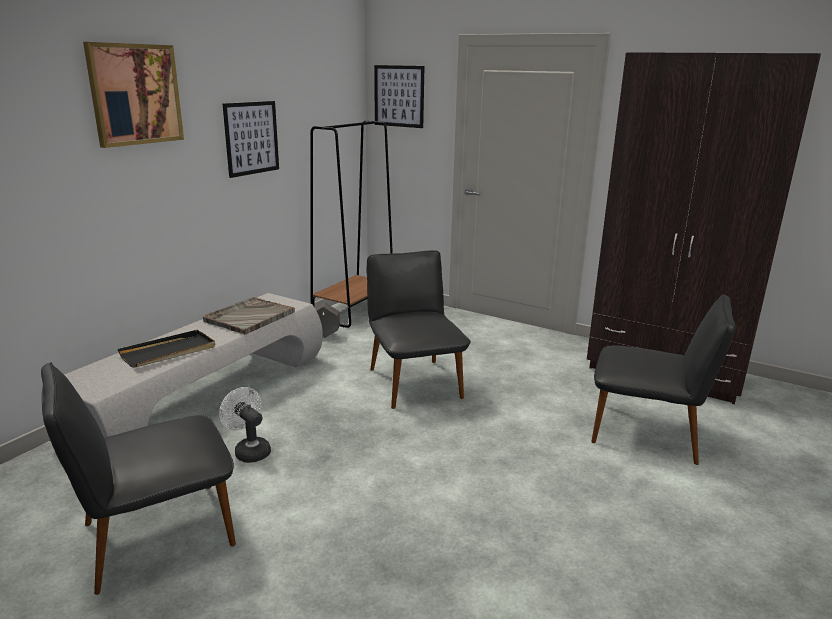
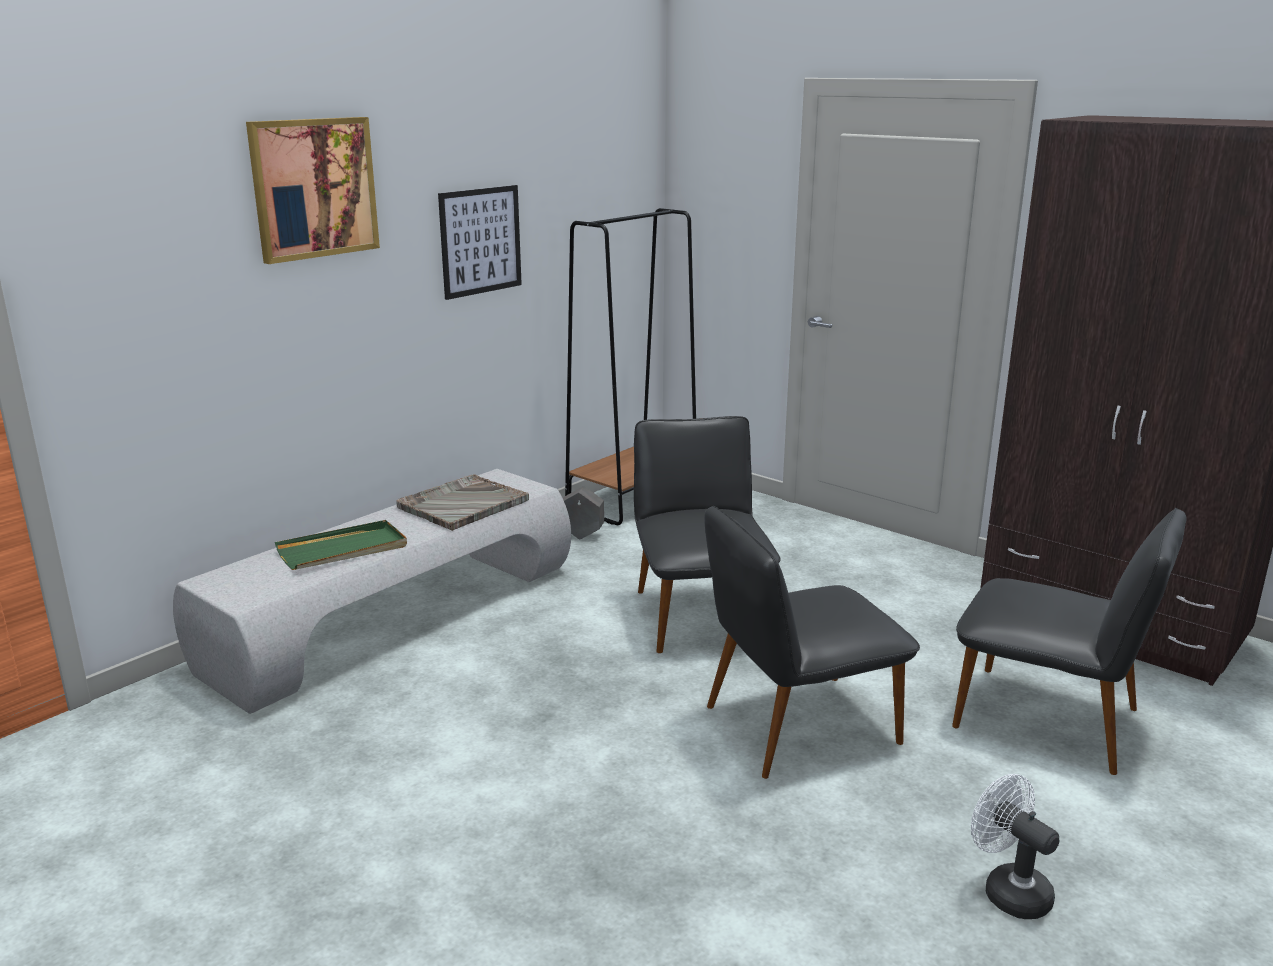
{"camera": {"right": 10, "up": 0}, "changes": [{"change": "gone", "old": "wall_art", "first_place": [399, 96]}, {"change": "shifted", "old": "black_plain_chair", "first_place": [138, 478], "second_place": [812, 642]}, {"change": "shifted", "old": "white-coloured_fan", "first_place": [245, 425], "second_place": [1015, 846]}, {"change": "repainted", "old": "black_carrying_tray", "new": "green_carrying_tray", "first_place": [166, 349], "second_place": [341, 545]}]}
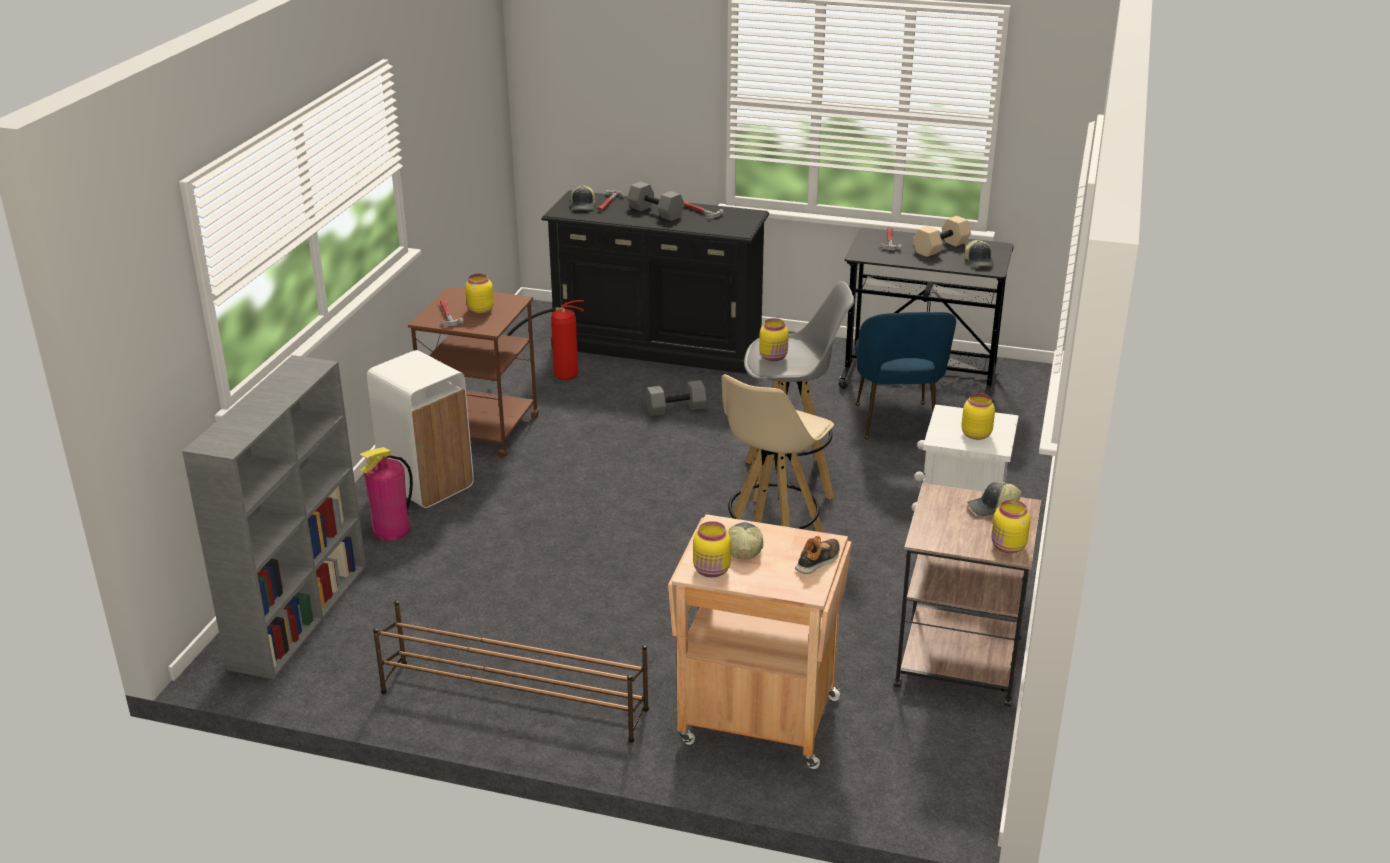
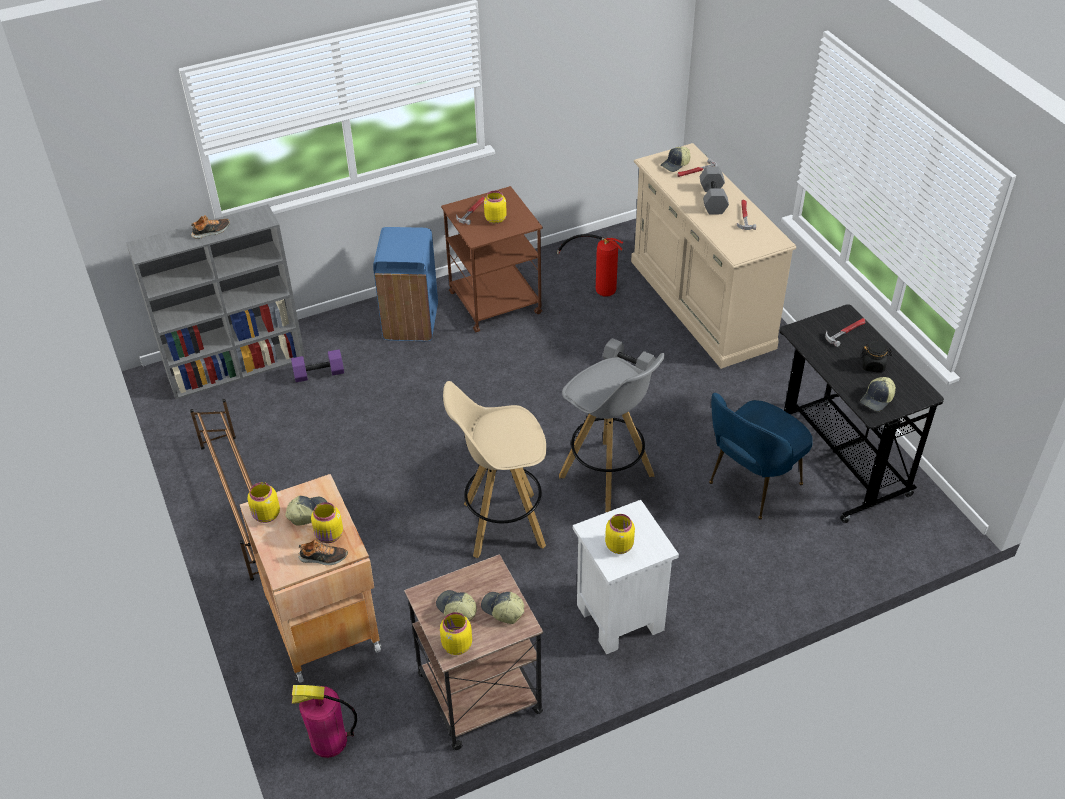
{"camera": {"right": 50, "up": 15}, "changes": [{"change": "new", "new": "shoe", "second_place": [210, 227]}, {"change": "new", "new": "purple-coloured_dumbbell", "second_place": [317, 365]}, {"change": "new", "new": "peaked_cap", "second_place": [456, 605]}, {"change": "shifted", "old": "extinguisher", "first_place": [386, 494], "second_place": [324, 721]}, {"change": "shifted", "old": "yellowish_jar", "first_place": [774, 339], "second_place": [327, 522]}, {"change": "swapped", "old": "beige_dumbbell", "new": "black_jar", "first_place": [942, 236], "second_place": [876, 356]}, {"change": "repainted", "old": "white-coloured_waste_bin", "new": "blue-coloured_waste_bin", "first_place": [420, 429], "second_place": [405, 284]}, {"change": "repainted", "old": "black_cabinet", "new": "beige_cabinet", "first_place": [655, 282], "second_place": [713, 256]}]}
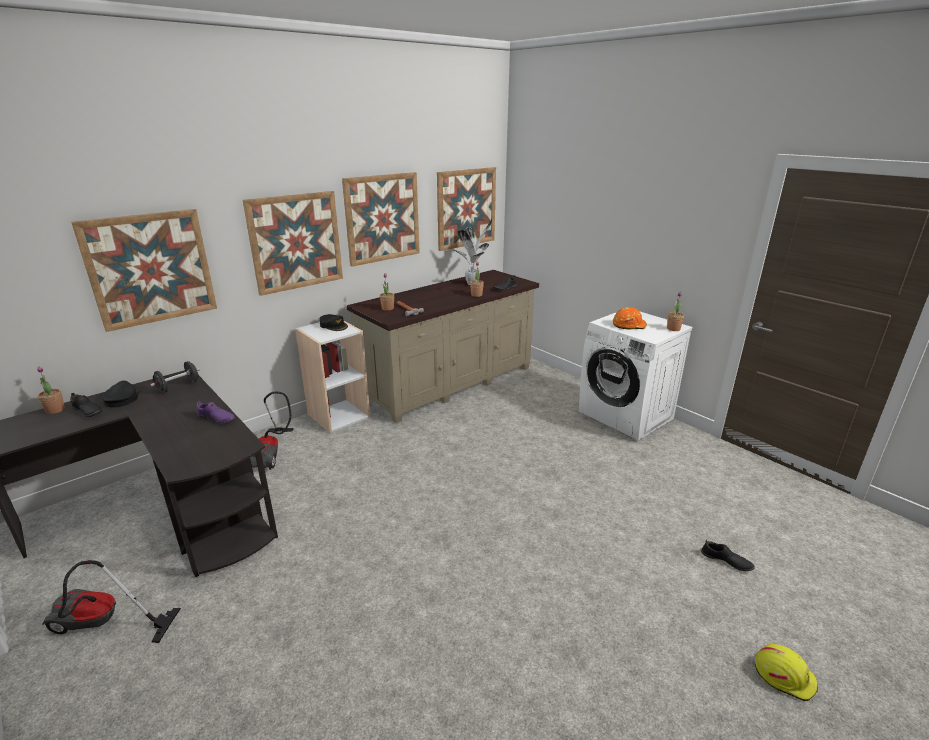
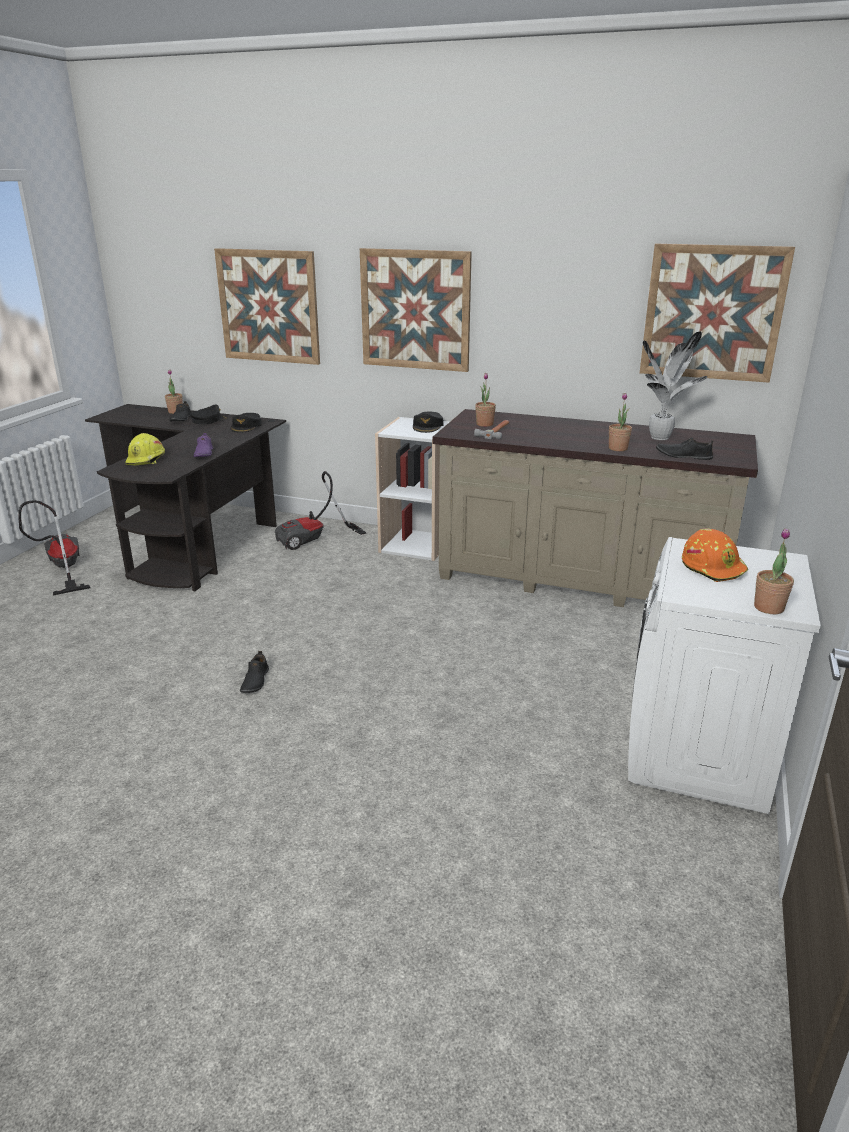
{"camera": {"right": 60, "up": 0}, "changes": [{"change": "gone", "old": "wall_art", "first_place": [381, 219]}, {"change": "shifted", "old": "black_shoe", "first_place": [728, 555], "second_place": [254, 672]}, {"change": "shifted", "old": "yellowish_safety_helmet", "first_place": [786, 672], "second_place": [145, 449]}, {"change": "swapped", "old": "black_dumbbell", "new": "black_peaked_cap", "first_place": [175, 377], "second_place": [246, 423]}]}
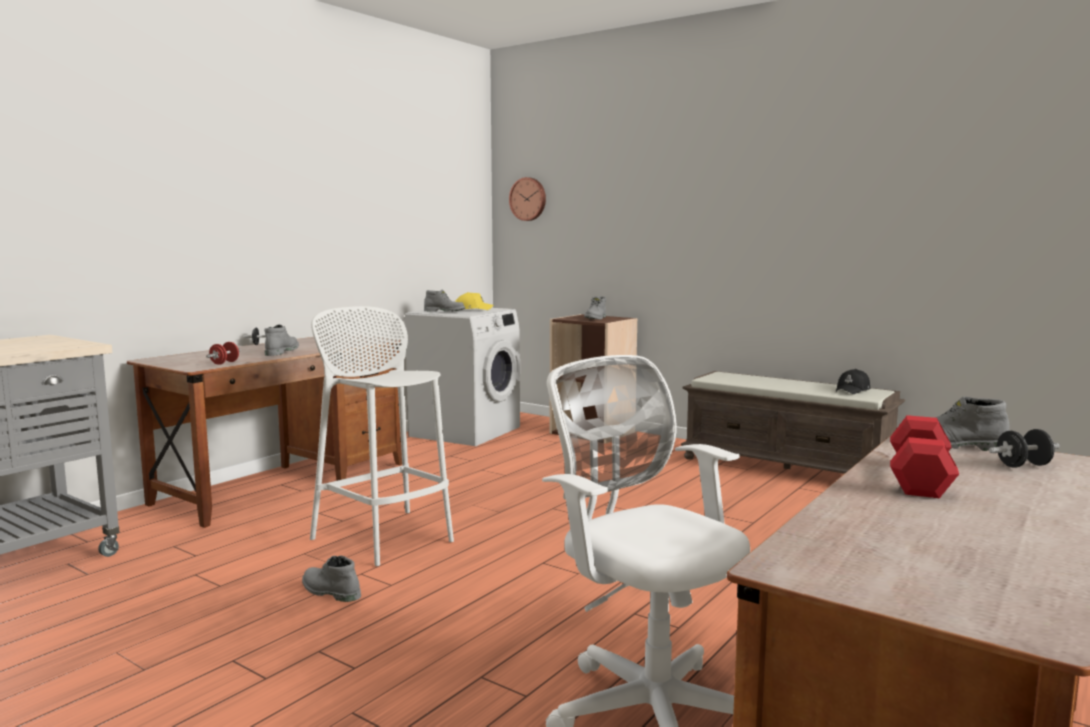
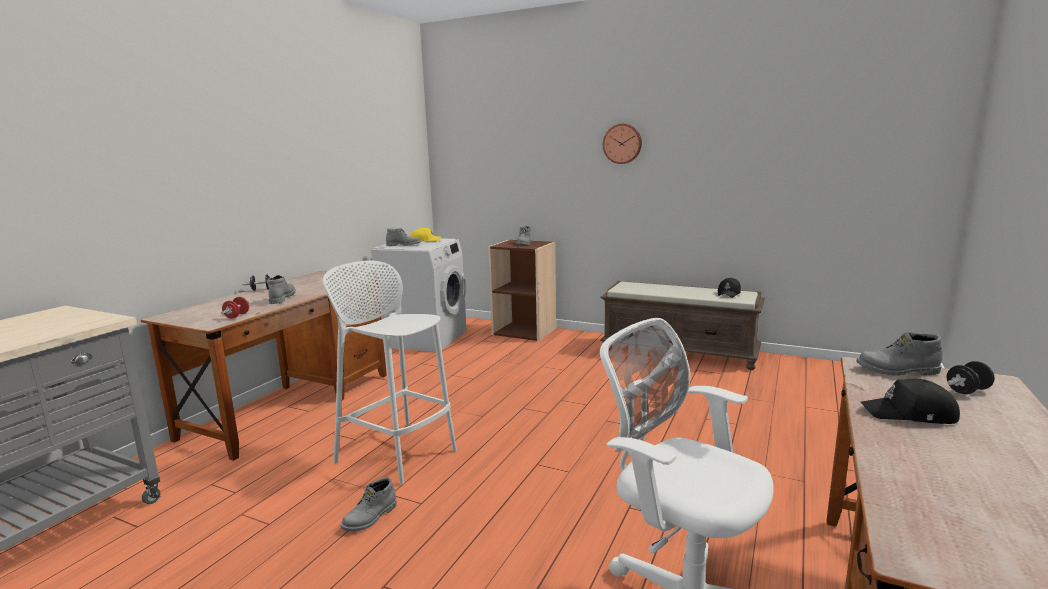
{"camera": {"right": -10, "up": 5}, "changes": [{"change": "shifted", "old": "hanging_clock", "first_place": [527, 199], "second_place": [622, 144]}, {"change": "swapped", "old": "red-coloured_dumbbell", "new": "black_peaked_cap", "first_place": [924, 456], "second_place": [910, 401]}, {"change": "rotated", "old": "greyish_boot", "first_place": [331, 578], "second_place": [368, 504], "degrees": -75}]}
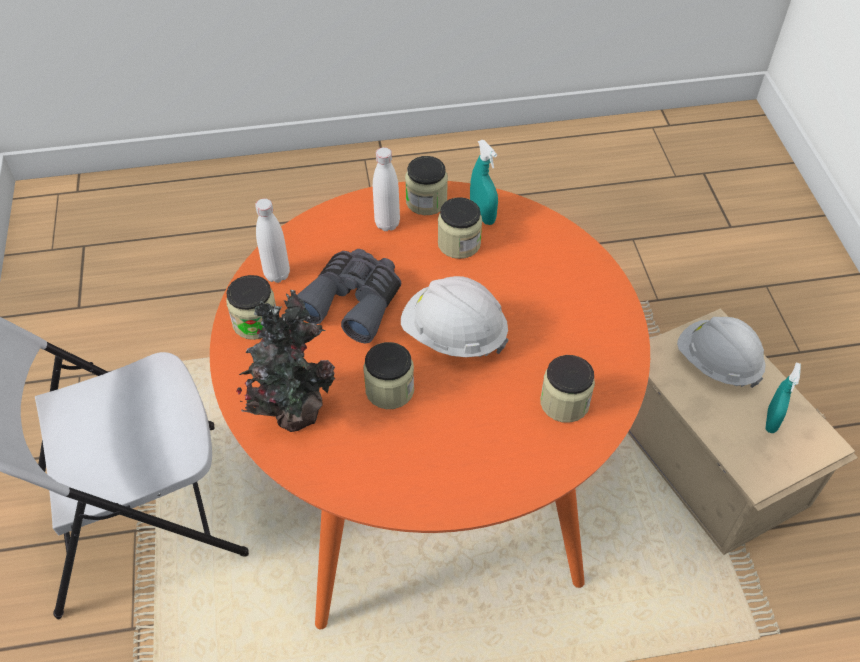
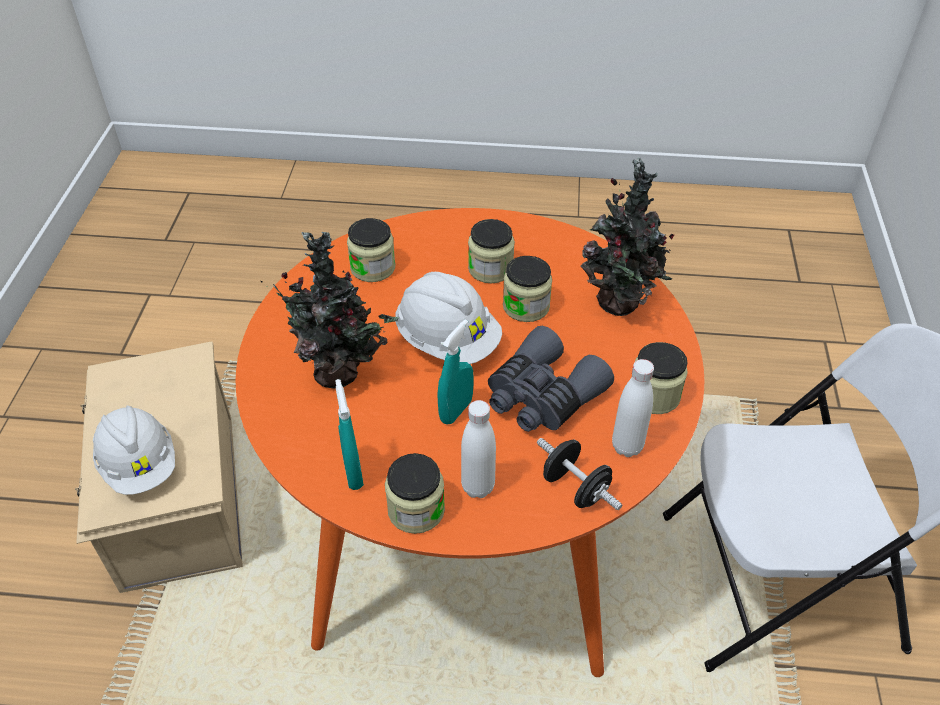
{"camera": {"right": -165, "up": -5}, "changes": [{"change": "new", "new": "potted_plant", "second_place": [330, 310]}, {"change": "new", "new": "black_dumbbell", "second_place": [579, 474]}, {"change": "shifted", "old": "jar", "first_place": [460, 228], "second_place": [491, 251]}, {"change": "shifted", "old": "blue-green_spray_bottle", "first_place": [783, 398], "second_place": [455, 372]}]}
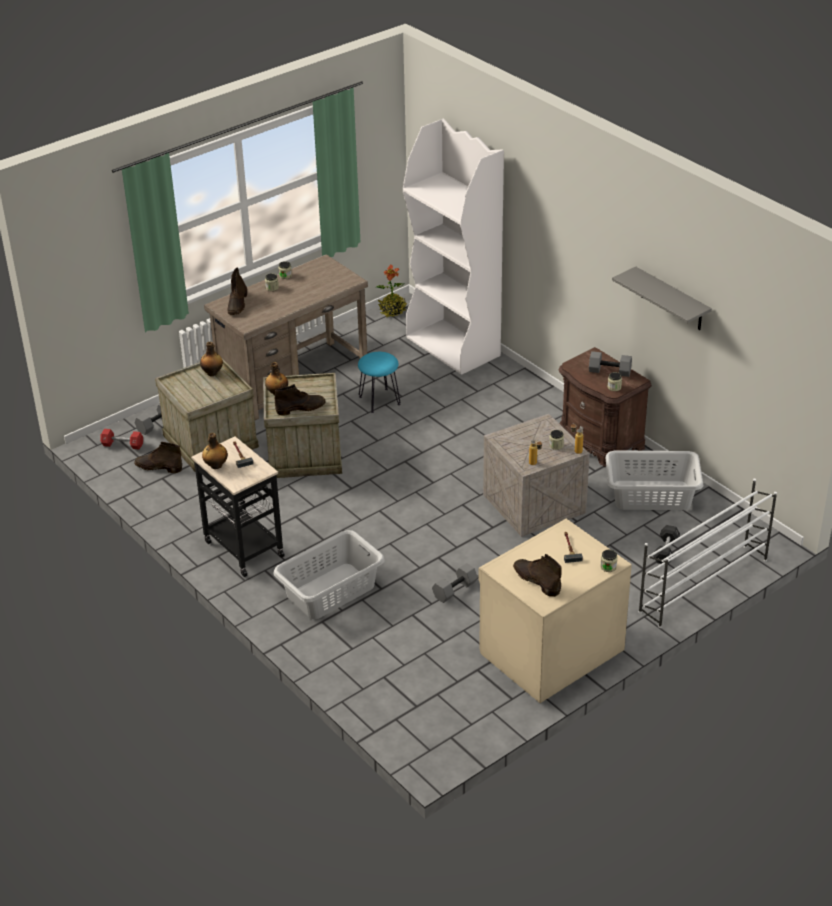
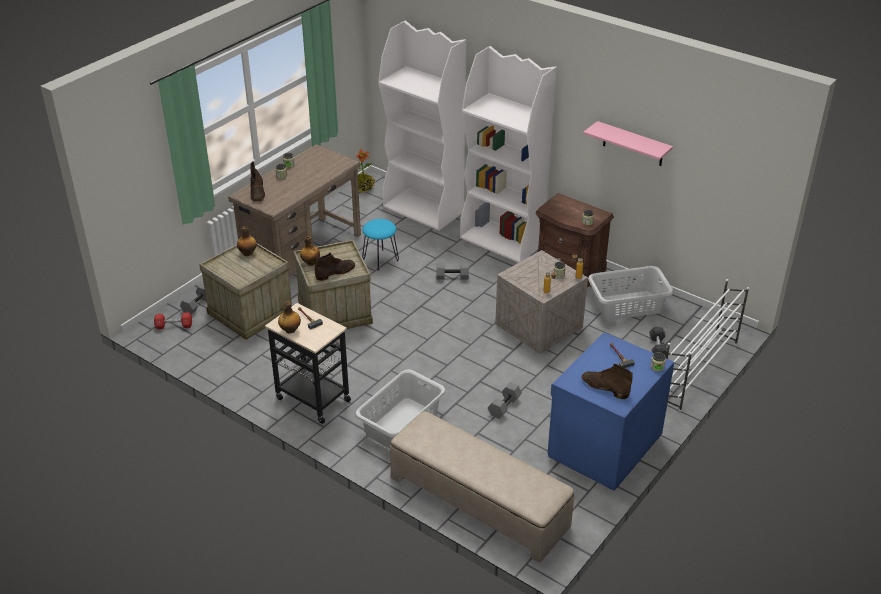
{"camera": {"right": -15, "up": 0}, "changes": [{"change": "gone", "old": "brownish_boot", "first_place": [158, 457]}, {"change": "new", "new": "beige_indoor_bench", "second_place": [482, 487]}, {"change": "new", "new": "white-coloured_shelving_unit", "second_place": [508, 154]}, {"change": "shifted", "old": "greyish_dumbbell", "first_place": [610, 364], "second_place": [452, 271]}, {"change": "repainted", "old": "beige_washing_machine", "new": "blue-coloured_washing_machine", "first_place": [555, 611], "second_place": [611, 411]}, {"change": "repainted", "old": "greyish_wall_shelf", "new": "pink-coloured_wall_shelf", "first_place": [662, 298], "second_place": [628, 143]}]}
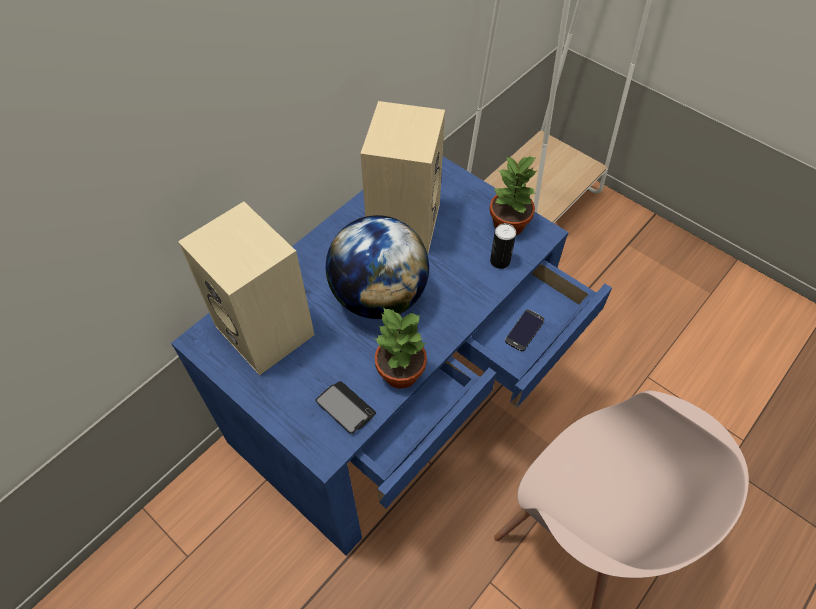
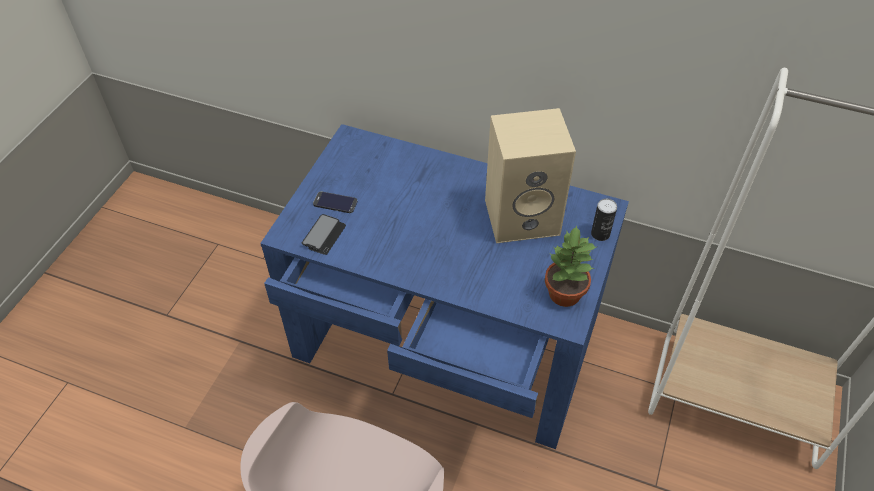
{"camera": {"right": 70, "up": -5}, "changes": [{"change": "gone", "old": "beige_audio_speaker", "first_place": [246, 288]}, {"change": "gone", "old": "world_globe", "first_place": [377, 267]}, {"change": "gone", "old": "potted_plant", "first_place": [400, 348]}, {"change": "shifted", "old": "sealed_can", "first_place": [503, 246], "second_place": [604, 219]}, {"change": "shifted", "old": "phone", "first_place": [525, 330], "second_place": [335, 202]}]}
